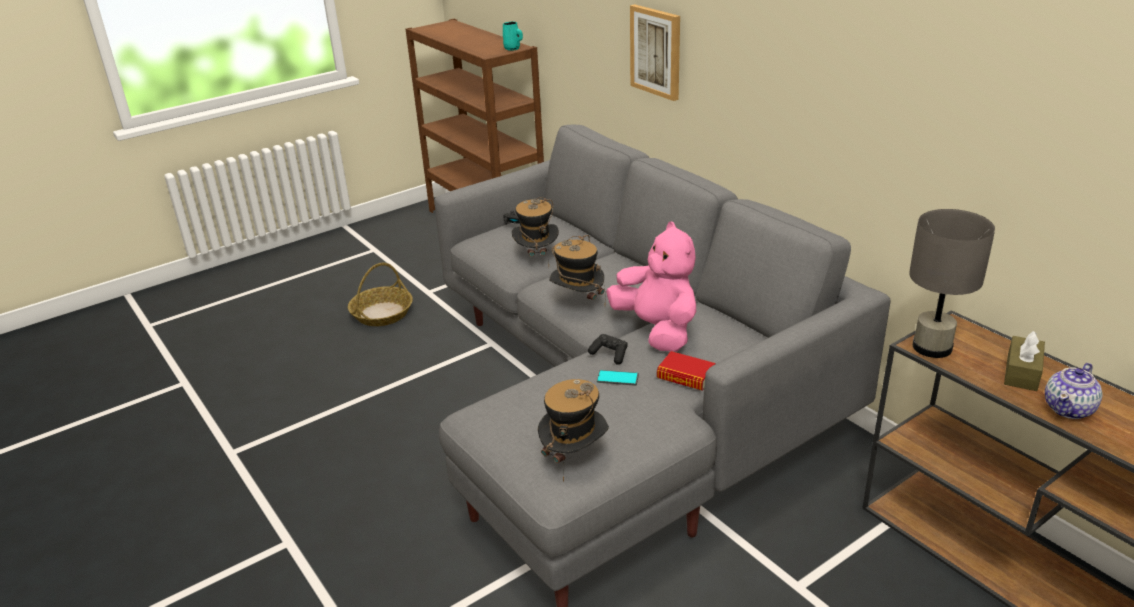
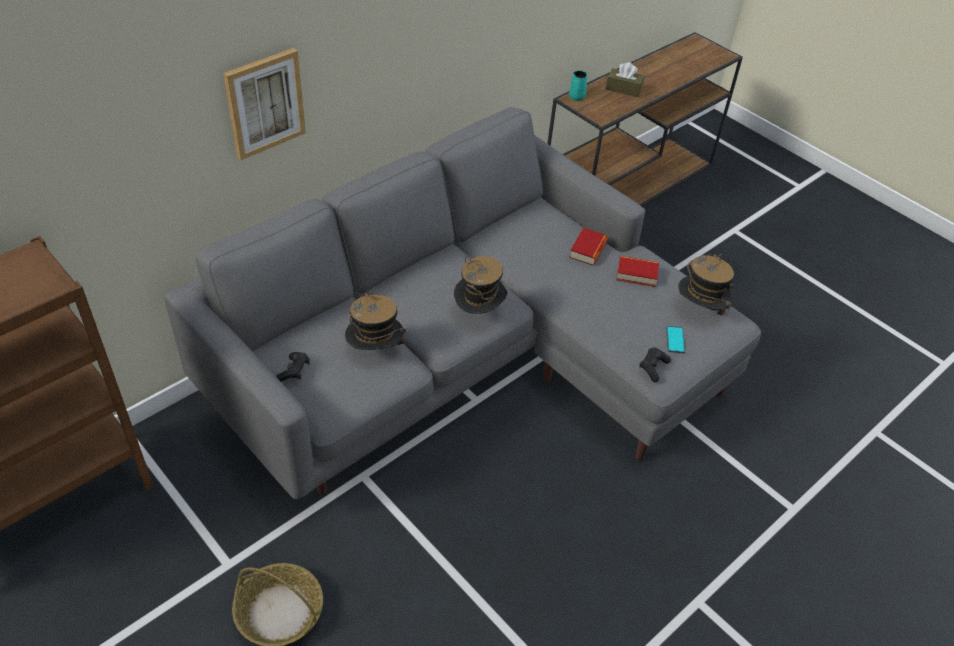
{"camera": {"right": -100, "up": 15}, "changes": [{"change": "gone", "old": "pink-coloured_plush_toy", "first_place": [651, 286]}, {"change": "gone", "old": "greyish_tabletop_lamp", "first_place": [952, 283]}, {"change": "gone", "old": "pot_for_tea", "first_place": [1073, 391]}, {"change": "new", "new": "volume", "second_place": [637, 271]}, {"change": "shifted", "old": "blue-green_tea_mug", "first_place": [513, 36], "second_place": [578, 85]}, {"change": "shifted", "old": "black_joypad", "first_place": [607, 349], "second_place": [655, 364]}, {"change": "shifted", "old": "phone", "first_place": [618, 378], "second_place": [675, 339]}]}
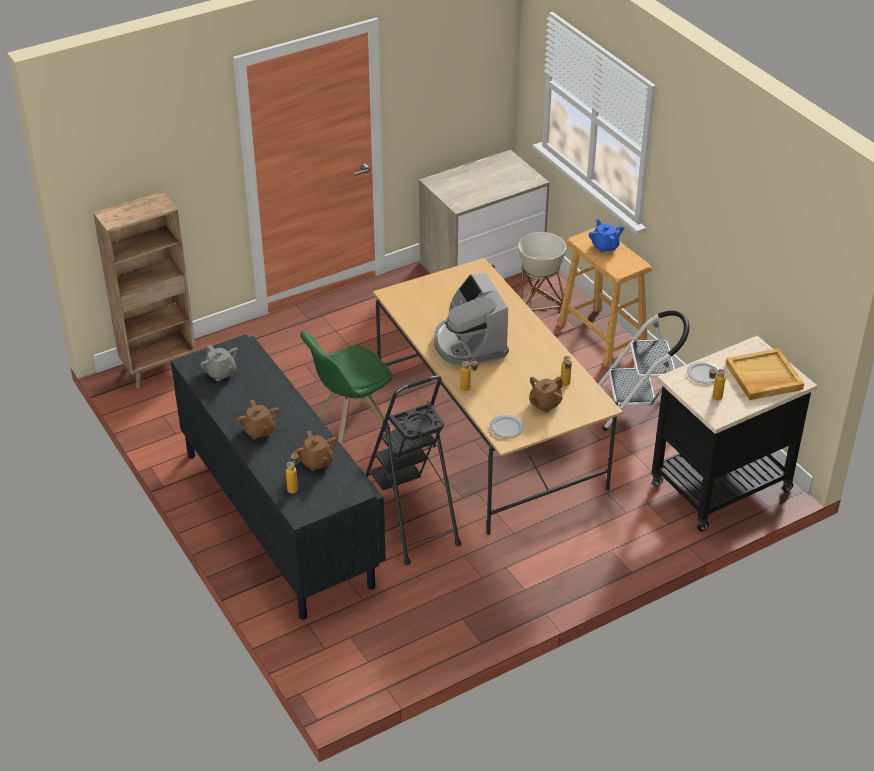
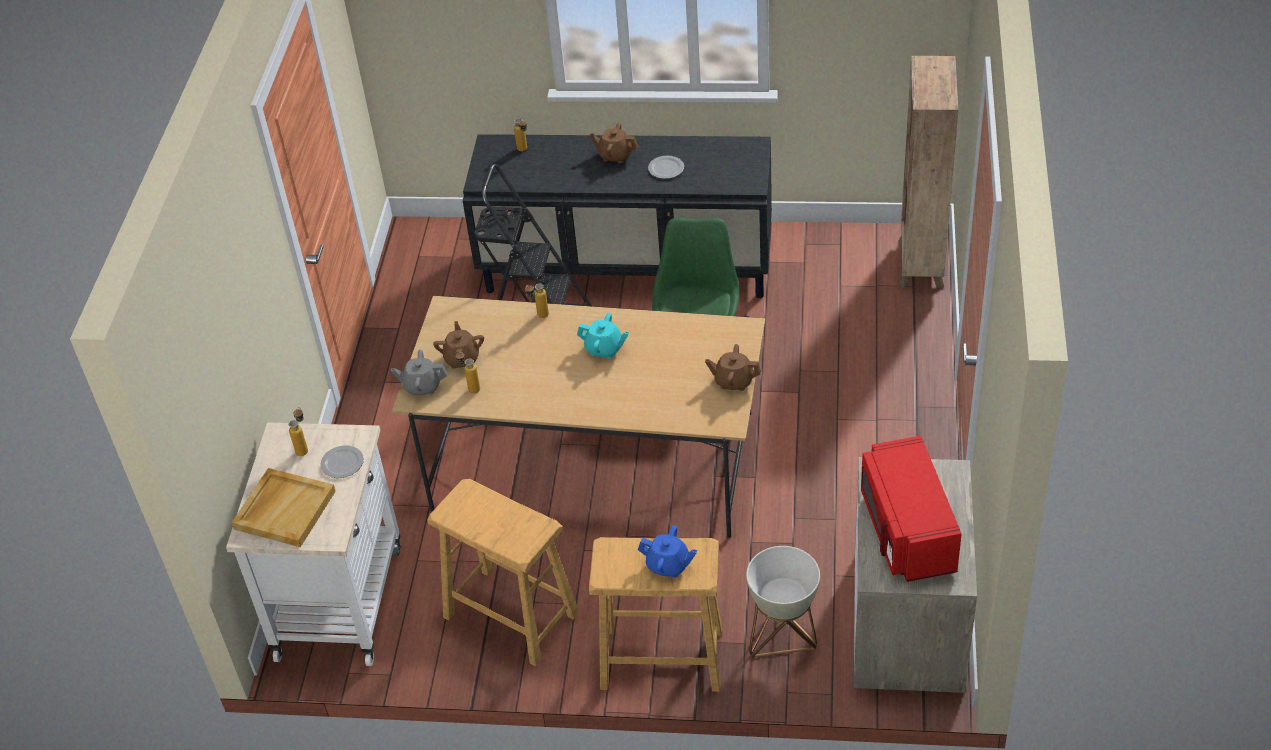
{"camera": {"right": 130, "up": 5}, "changes": [{"change": "new", "new": "red-coloured_microwave_oven", "second_place": [911, 509]}, {"change": "shifted", "old": "greyish_pot_for_tea", "first_place": [219, 363], "second_place": [419, 373]}, {"change": "shifted", "old": "brownish_pot_for_tea", "first_place": [316, 450], "second_place": [733, 367]}, {"change": "shifted", "old": "dinner_plate", "first_place": [507, 426], "second_place": [666, 167]}, {"change": "swapped", "old": "coffee_maker", "new": "blue-green_pot_for_tea", "first_place": [471, 319], "second_place": [603, 336]}, {"change": "swapped", "old": "step_stool", "new": "beige_stool_seat", "first_place": [643, 370], "second_place": [503, 572]}, {"change": "repainted", "old": "black_cart", "new": "white-coloured_cart", "first_place": [734, 434], "second_place": [314, 544]}]}
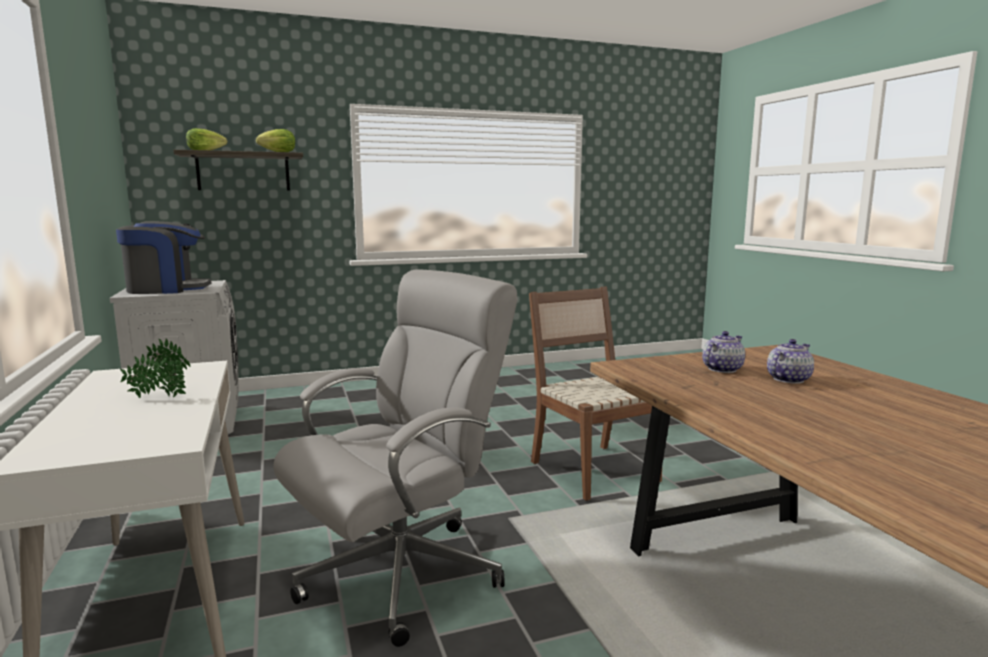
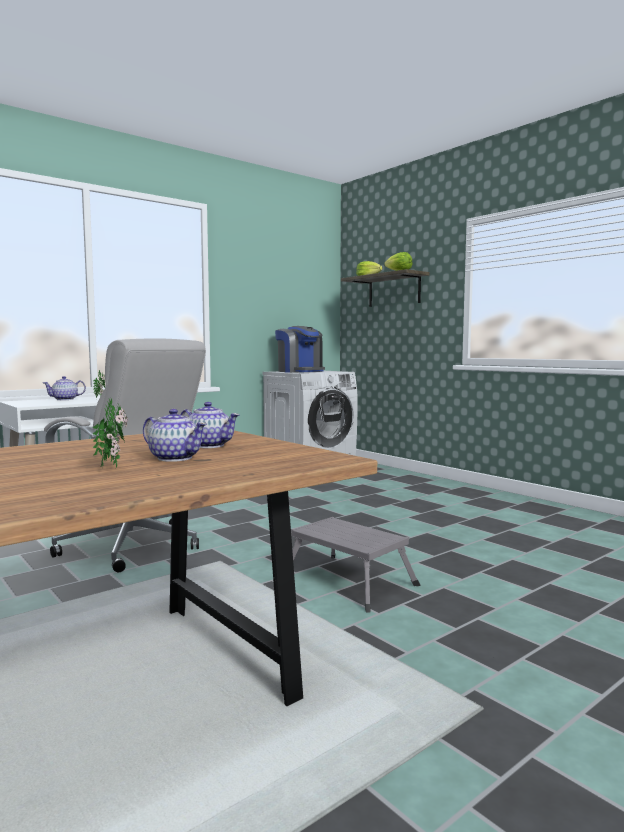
{"camera": {"right": 70, "up": -5}, "changes": [{"change": "new", "new": "pot_for_tea", "second_place": [64, 388]}, {"change": "new", "new": "potted_plant", "second_place": [110, 433]}, {"change": "swapped", "old": "plain_chair", "new": "greyish_step_stool", "first_place": [595, 394], "second_place": [356, 565]}]}
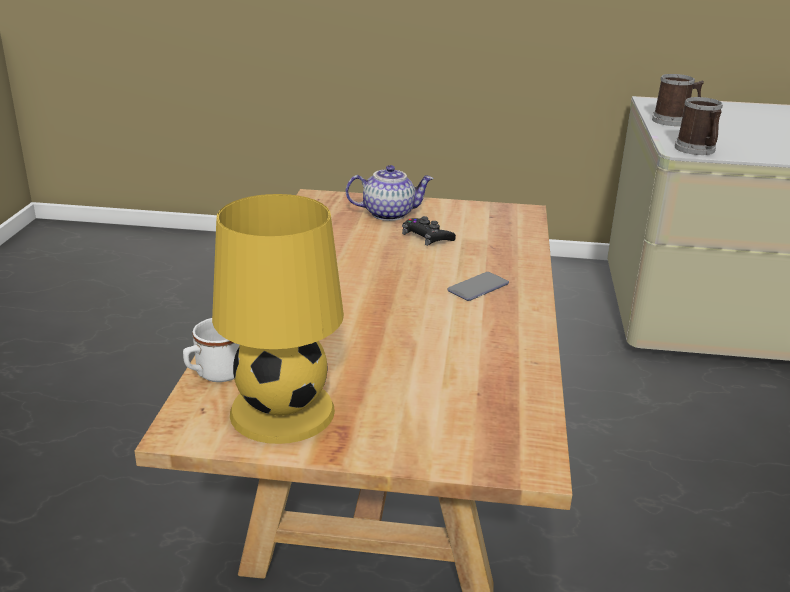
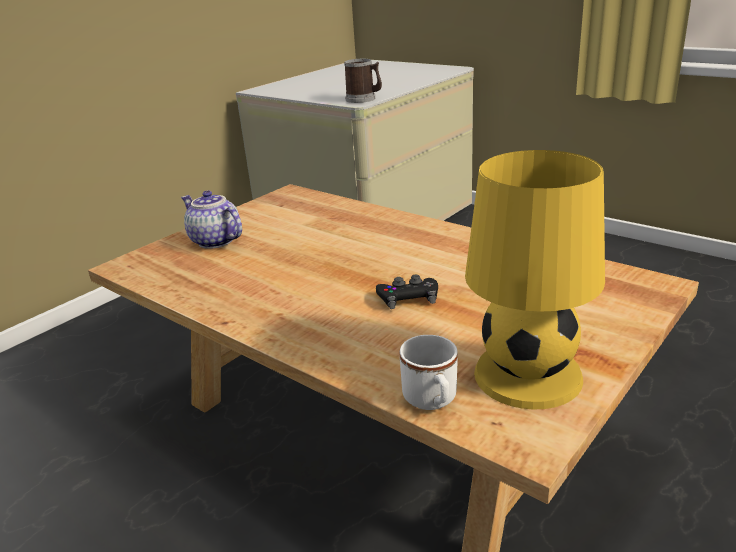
{"camera": {"right": -55, "up": 0}, "changes": [{"change": "gone", "old": "phone", "first_place": [478, 286]}, {"change": "gone", "old": "tea_mug", "first_place": [678, 100]}, {"change": "shifted", "old": "black_joypad", "first_place": [429, 231], "second_place": [407, 292]}, {"change": "rotated", "old": "pot_for_tea", "first_place": [390, 193], "second_place": [211, 220], "degrees": -75}]}
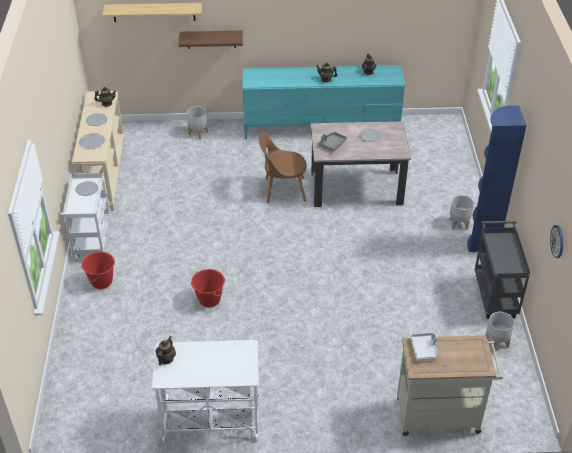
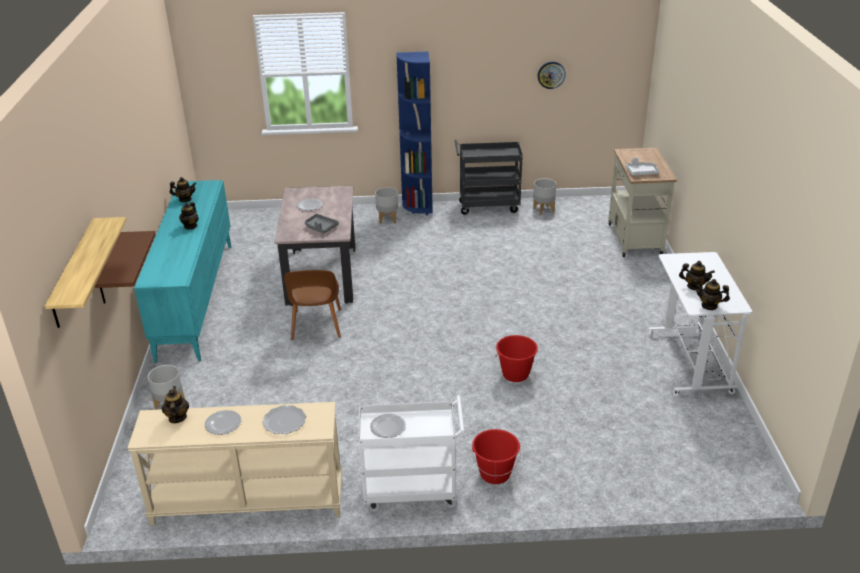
{"camera": {"right": -90, "up": -10}, "changes": [{"change": "new", "new": "pot_for_tea", "second_place": [697, 275]}]}
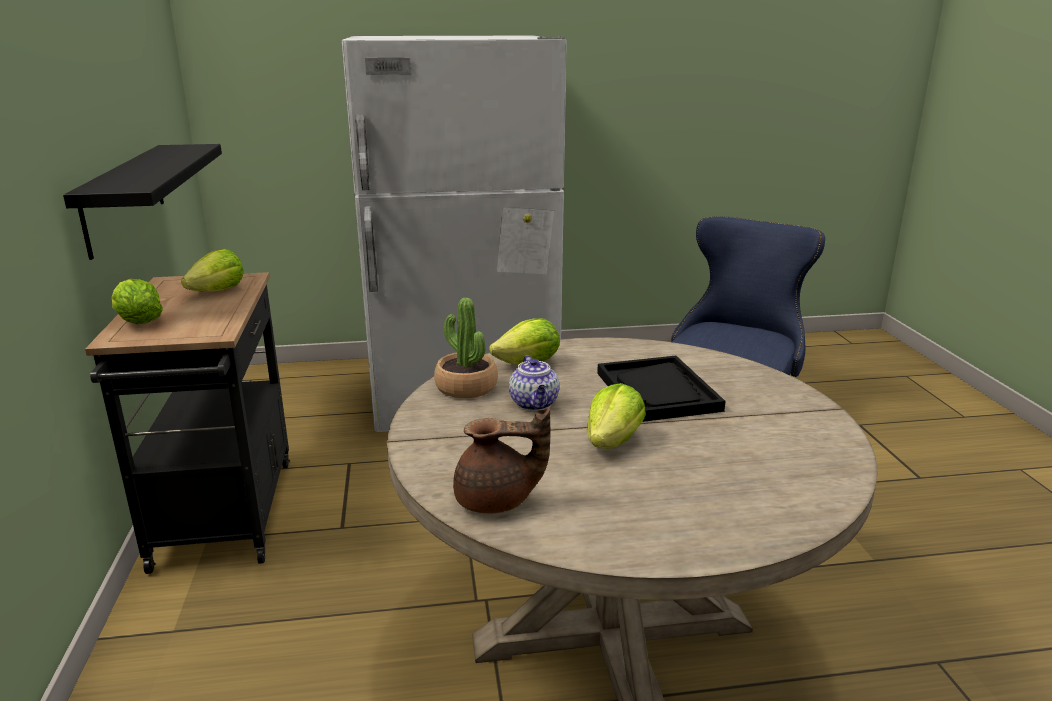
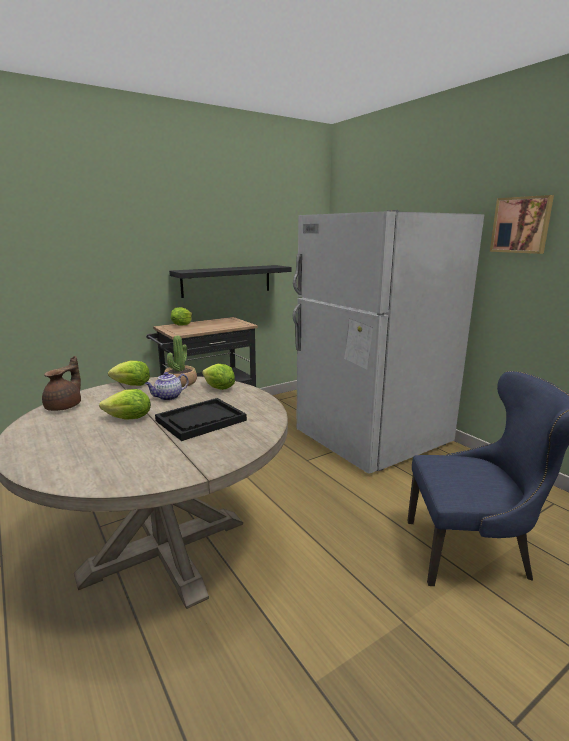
{"camera": {"right": 65, "up": -5}, "changes": [{"change": "new", "new": "wall_art", "second_place": [522, 224]}, {"change": "shifted", "old": "head_of_lettuce", "first_place": [212, 270], "second_place": [129, 373]}, {"change": "rotated", "old": "brownish_pot_for_tea", "first_place": [501, 460], "second_place": [61, 383], "degrees": -135}]}
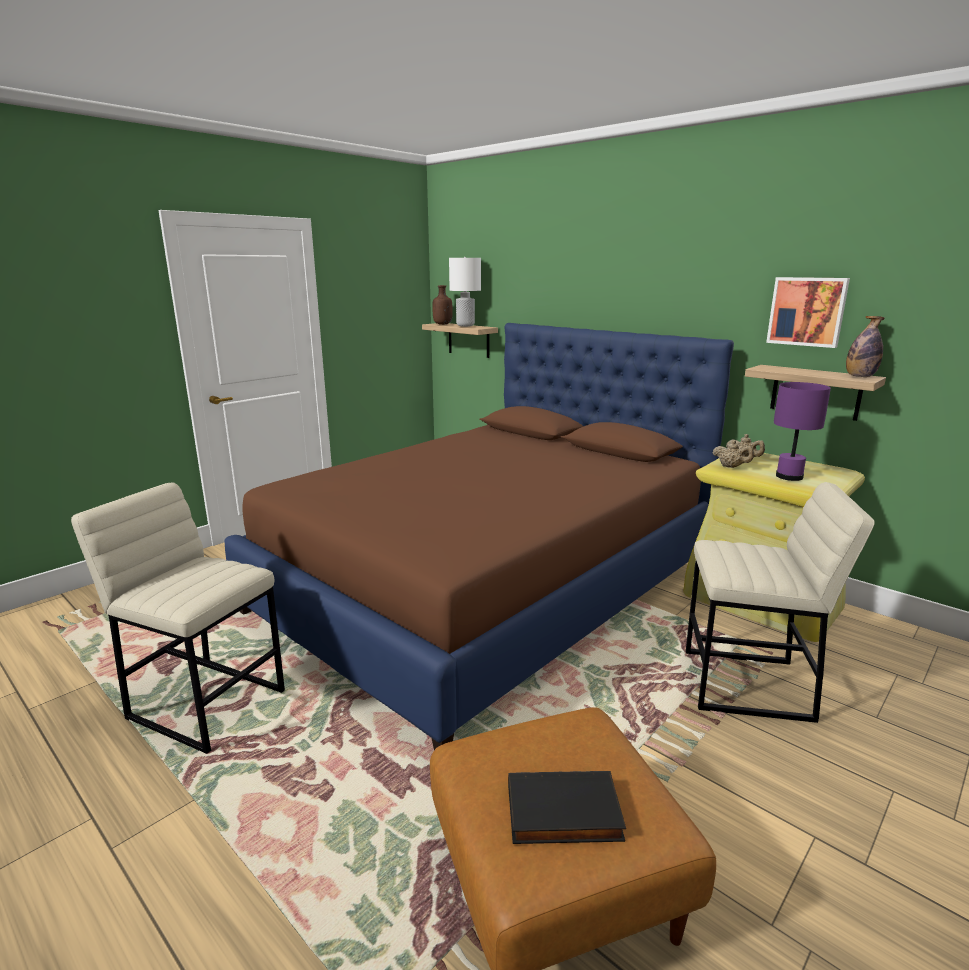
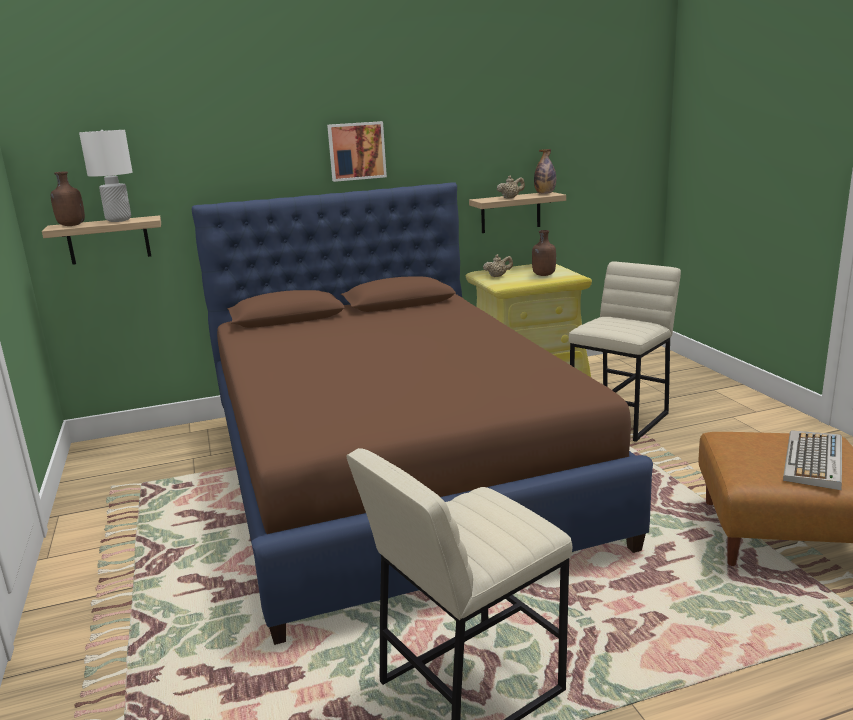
{"camera": {"right": -60, "up": 0}, "changes": [{"change": "shifted", "old": "beige_pot_for_tea", "first_place": [733, 454], "second_place": [511, 187]}, {"change": "shifted", "old": "wall_art", "first_place": [808, 312], "second_place": [357, 151]}, {"change": "swapped", "old": "black_volume", "new": "PC_keyboard", "first_place": [567, 807], "second_place": [812, 460]}, {"change": "swapped", "old": "purple-coloured_tabletop_lamp", "new": "brownish_beverage_bottle", "first_place": [802, 431], "second_place": [544, 253]}]}
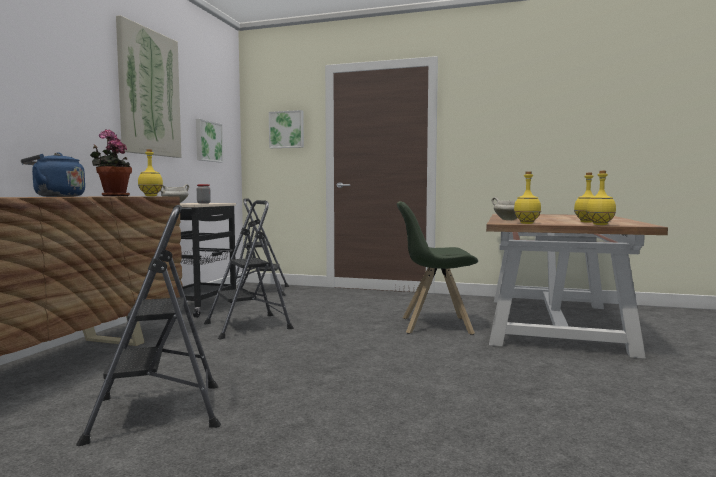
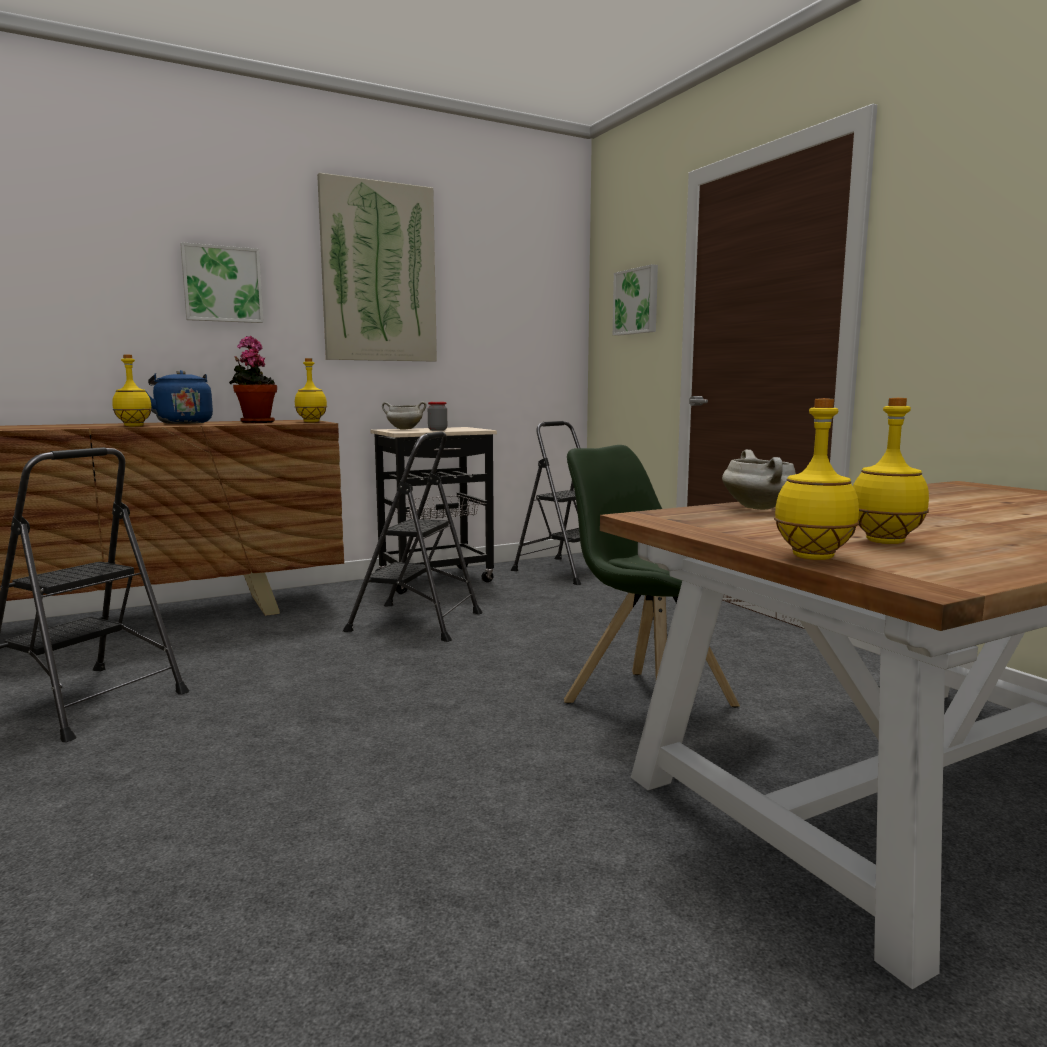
{"camera": {"right": 45, "up": 5}, "changes": [{"change": "shifted", "old": "wall_art", "first_place": [209, 140], "second_place": [222, 282]}, {"change": "shifted", "old": "yellowish_beverage_bottle", "first_place": [527, 197], "second_place": [132, 390]}]}
